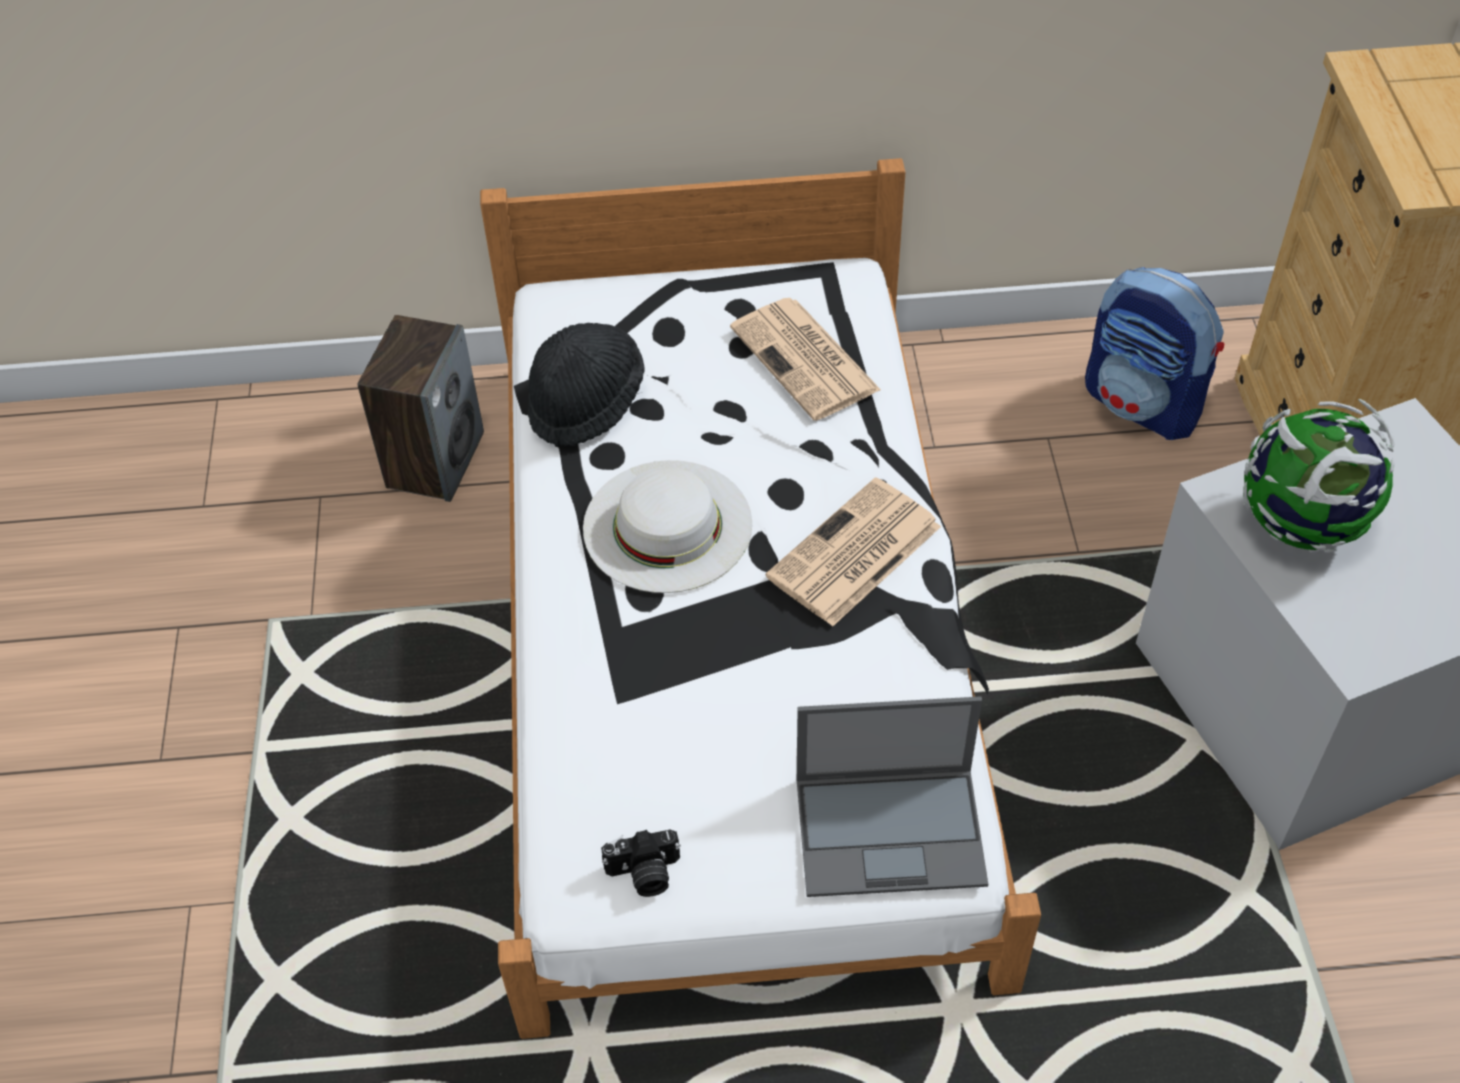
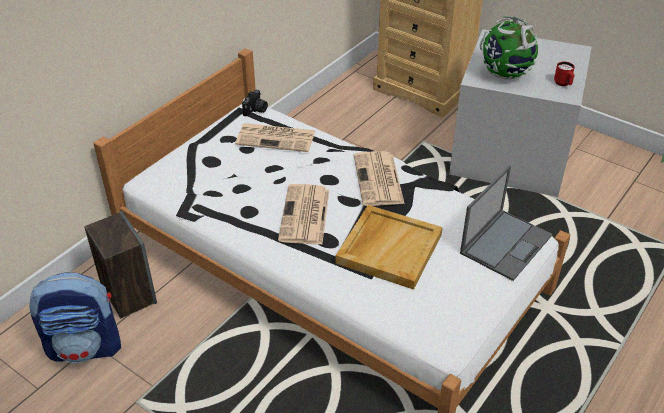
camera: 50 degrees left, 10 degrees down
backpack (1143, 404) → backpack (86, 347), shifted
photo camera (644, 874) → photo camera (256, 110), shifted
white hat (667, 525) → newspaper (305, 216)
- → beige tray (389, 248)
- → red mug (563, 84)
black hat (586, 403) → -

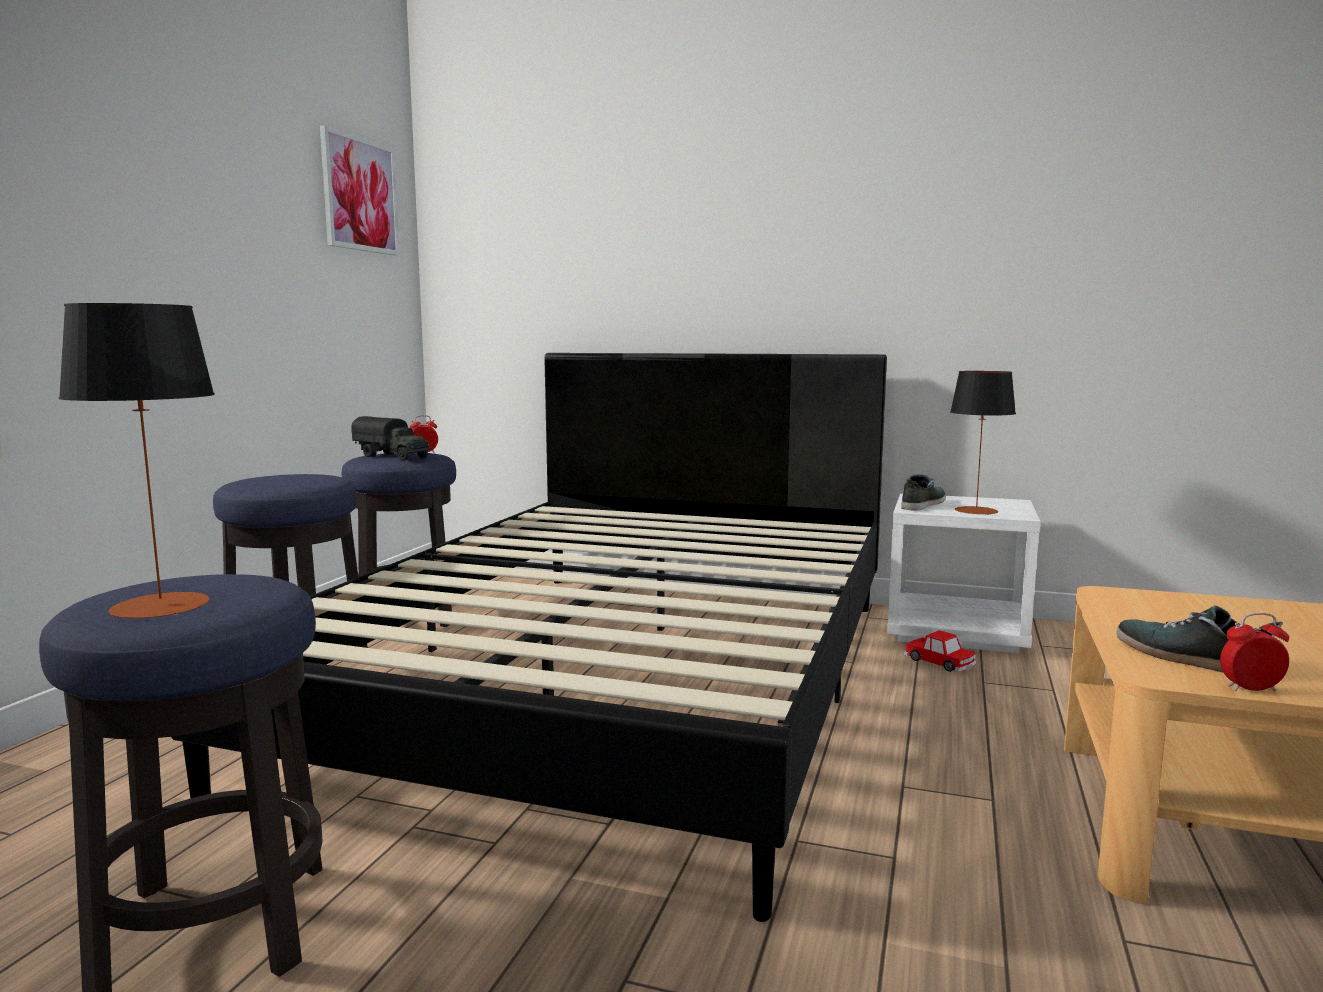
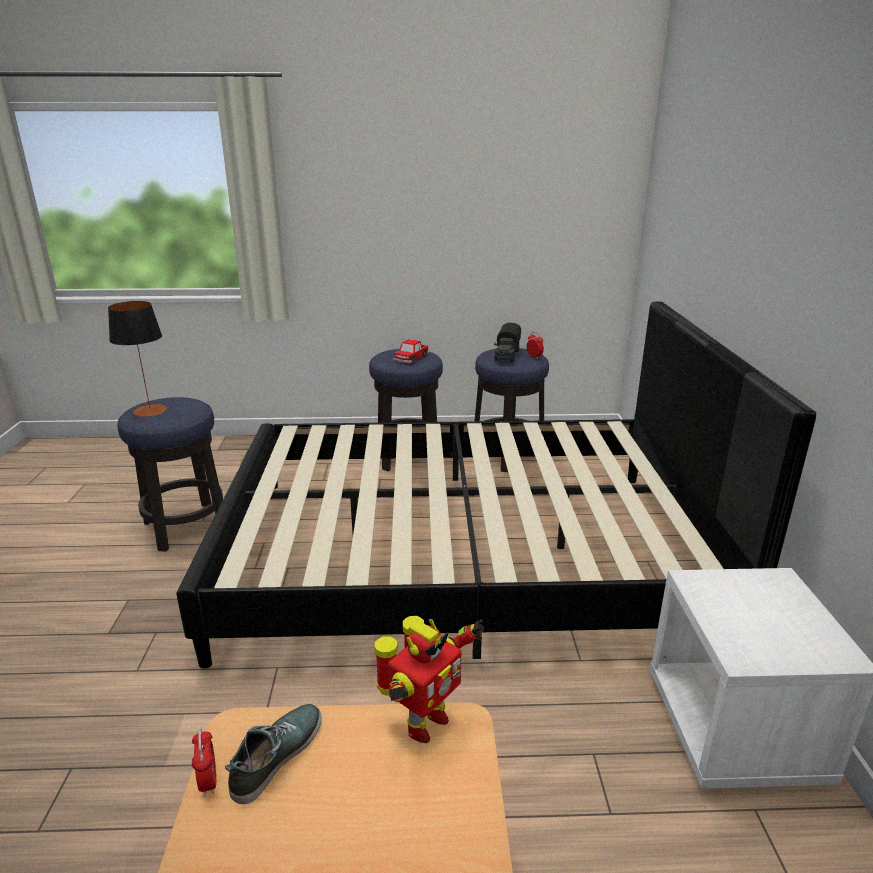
camera: 70 degrees right, 15 degrees up
- → toy robot (423, 724)
toy car (940, 662) → toy car (411, 358), shifted
picture (359, 195) → -
shoe (922, 504) → -
table lamp (976, 511) → -

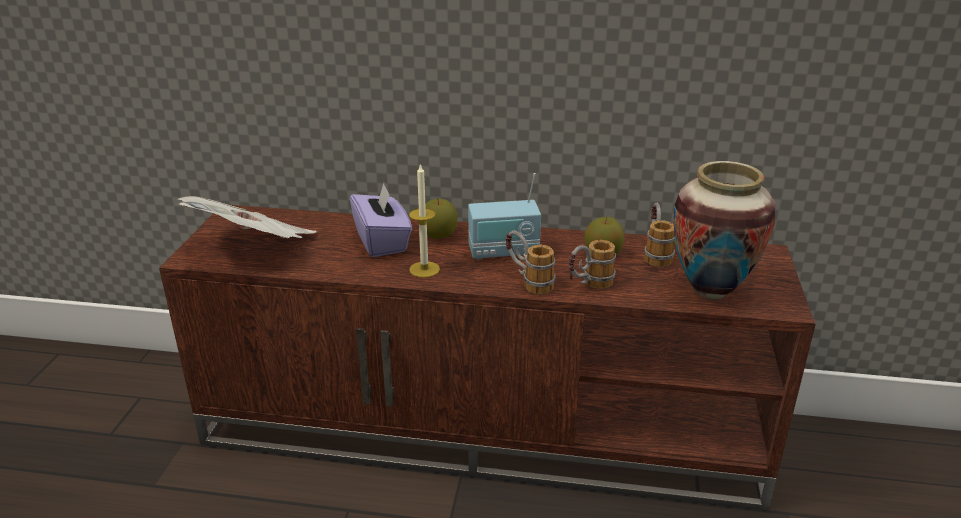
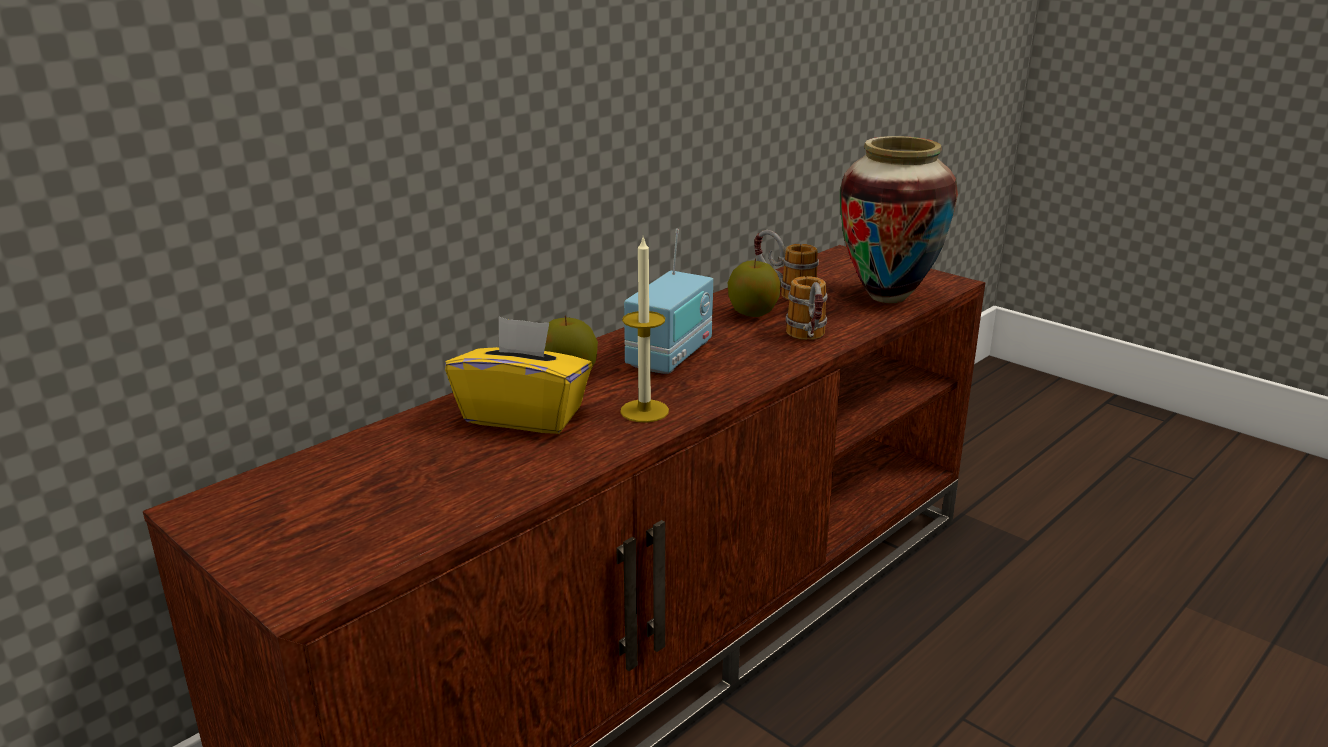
camera: 55 degrees left, 5 degrees down
purple tissue box (382, 241) → yellow tissue box (524, 415)
newspaper (255, 248) → -
mug (528, 281) → -

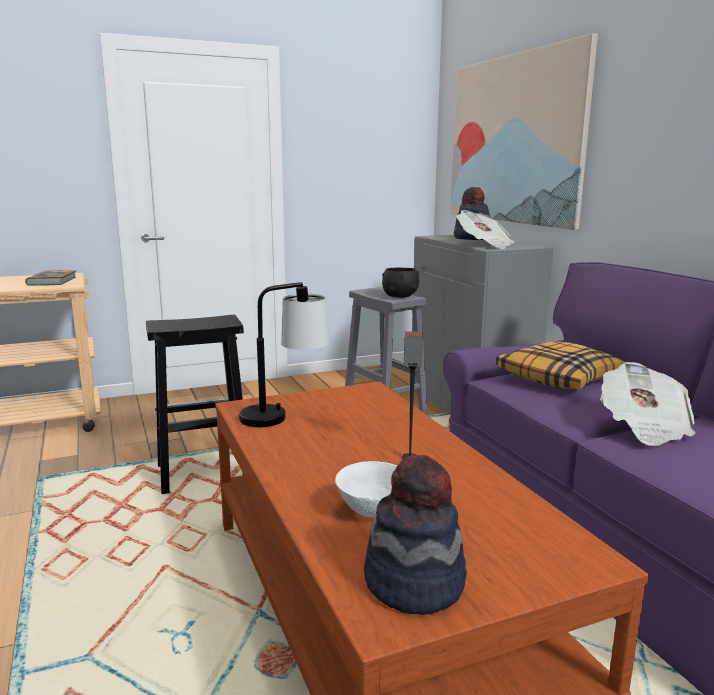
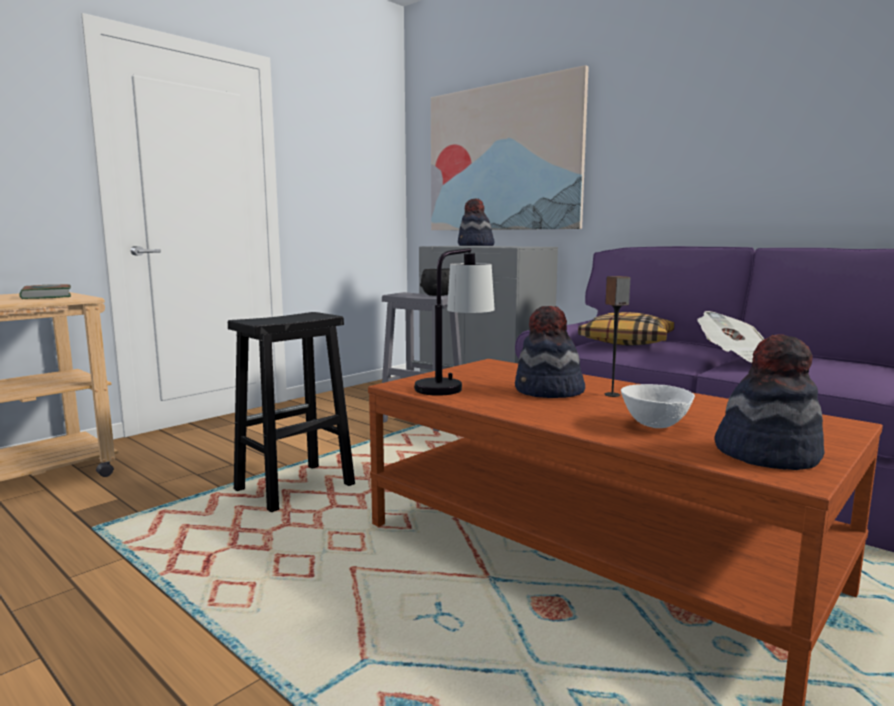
camera: 25 degrees left, 5 degrees down
- → hat (548, 392)
newspaper (484, 245) → -

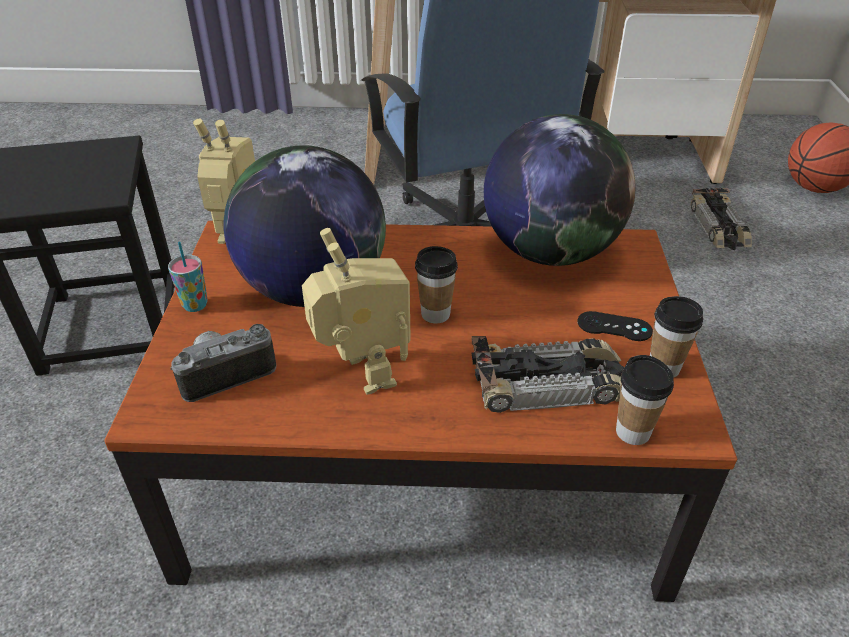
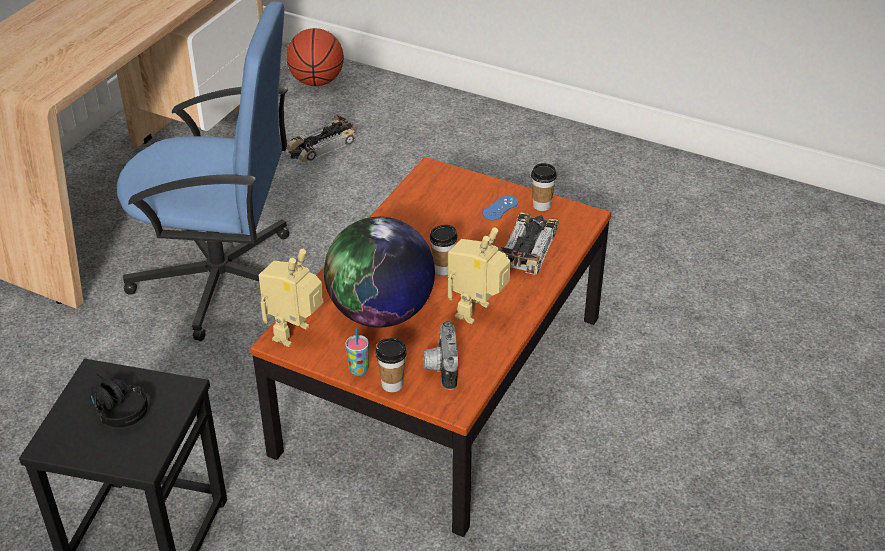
camera: 65 degrees left, 0 degrees up
- → black headphones (114, 407)
toy car (719, 227) → toy car (320, 146), 120 degrees clockwise
cup (633, 432) → cup (392, 384), shifted
toy robot (362, 375) → toy robot (477, 313), 60 degrees counterclockwise
black game controller (614, 326) → blue game controller (500, 208)
globe (549, 251) → -

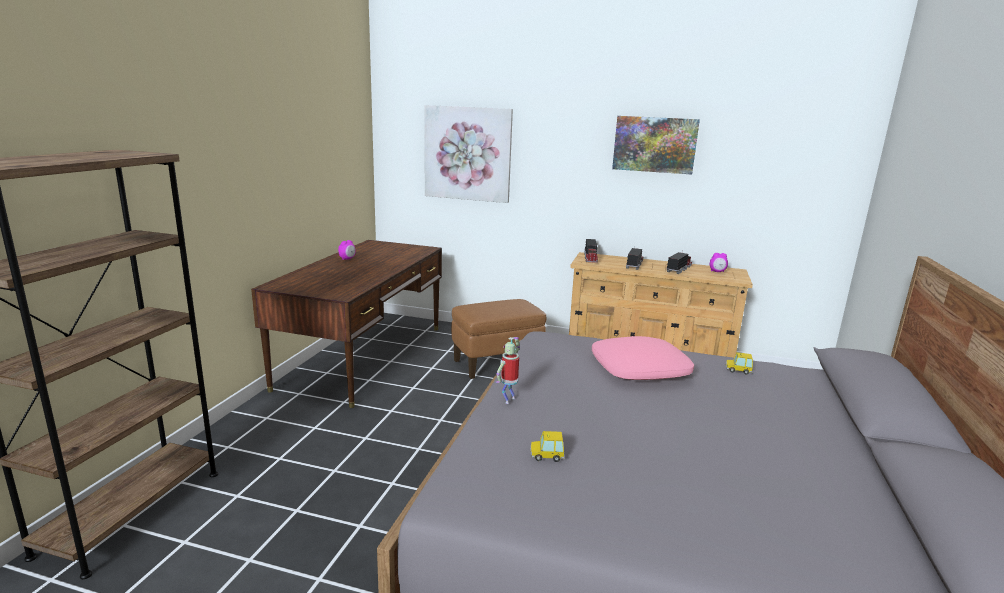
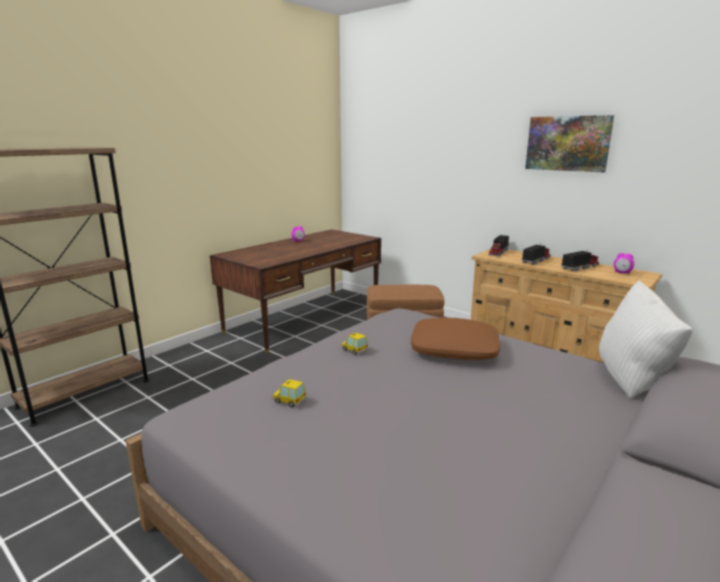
camera: 25 degrees right, 0 degrees up
toy car (738, 370) → toy car (354, 350), shifted
pink pillow (639, 370) → brown pillow (454, 349)
- → white pillow (632, 382)
picture (467, 154) → -
toy robot (508, 399) → -

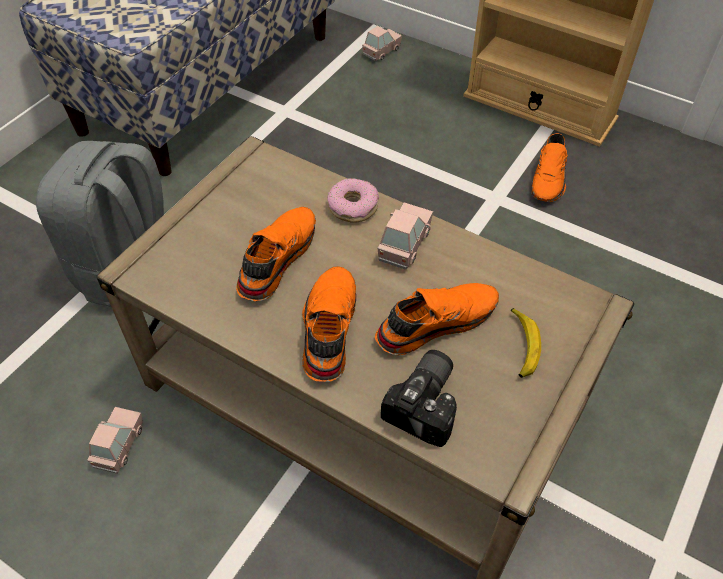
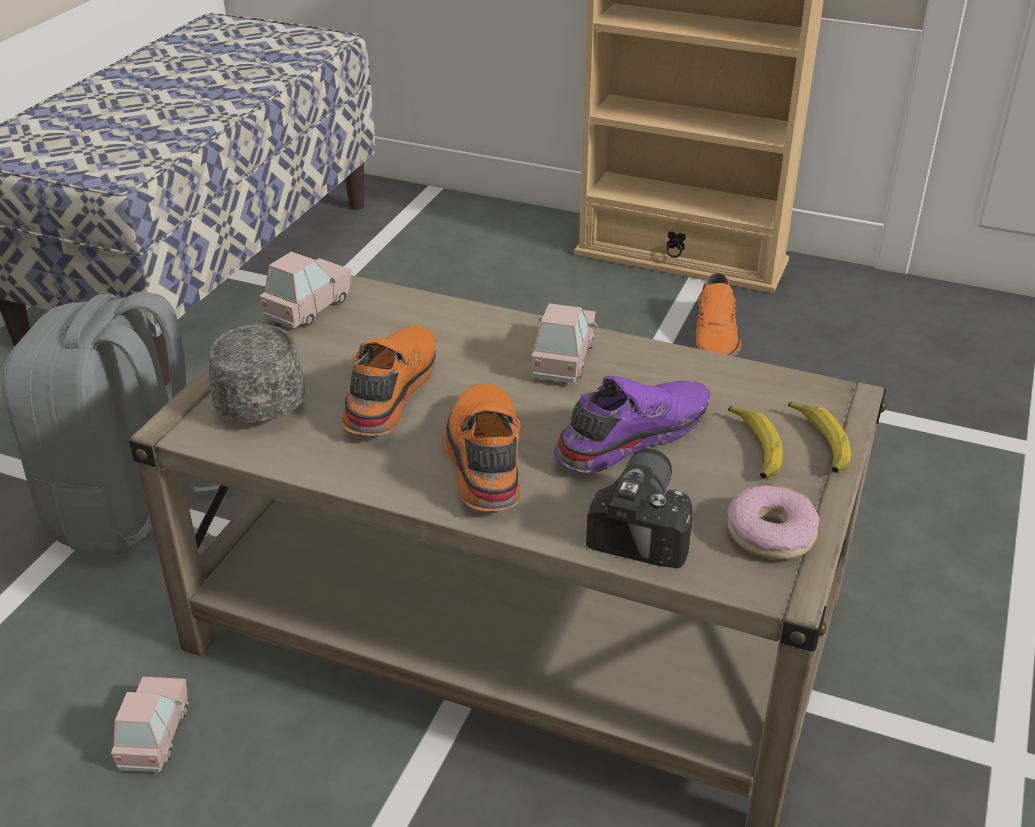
camera: 10 degrees left, 15 degrees down
- → grey cap (259, 391)
pink toy car (382, 51) → pink toy car (309, 308), shifted
orange shoe (435, 322) → purple shoe (630, 436)
donut (353, 206) → donut (771, 533), shifted
- → banana (819, 443)

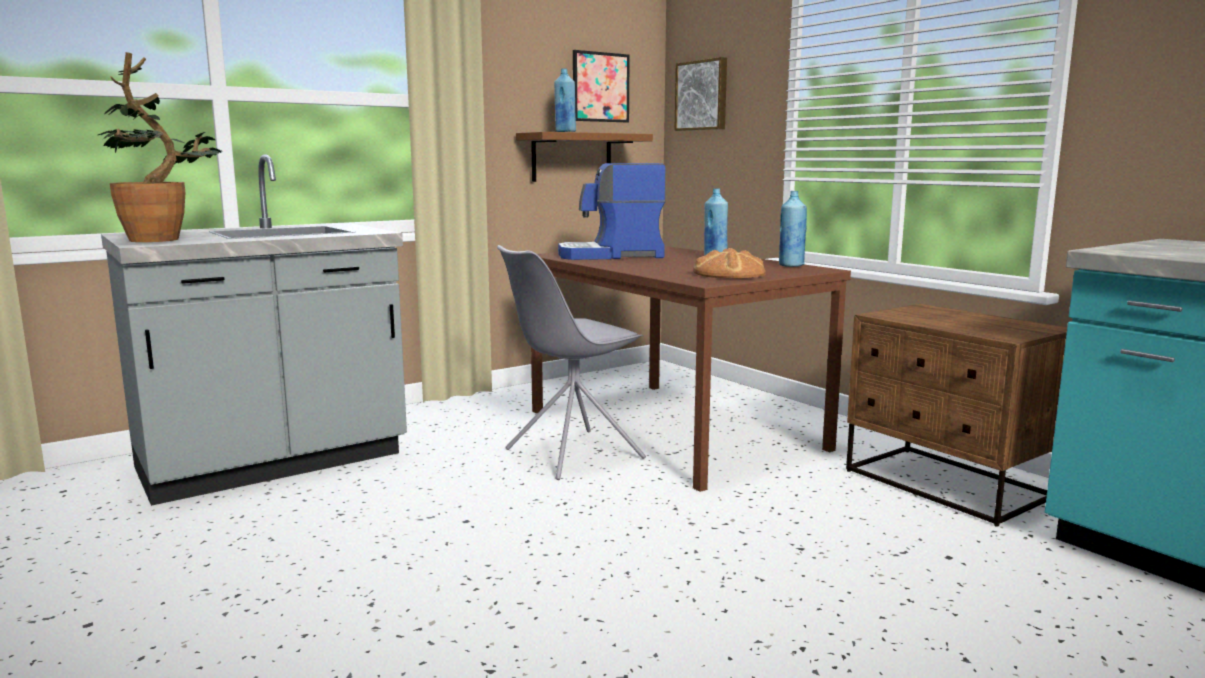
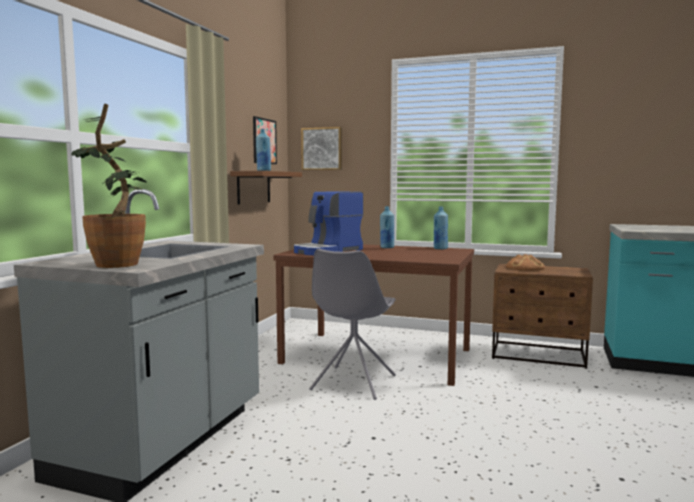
camera: 35 degrees left, 5 degrees down
bread (729, 274) → bread (524, 268), shifted

